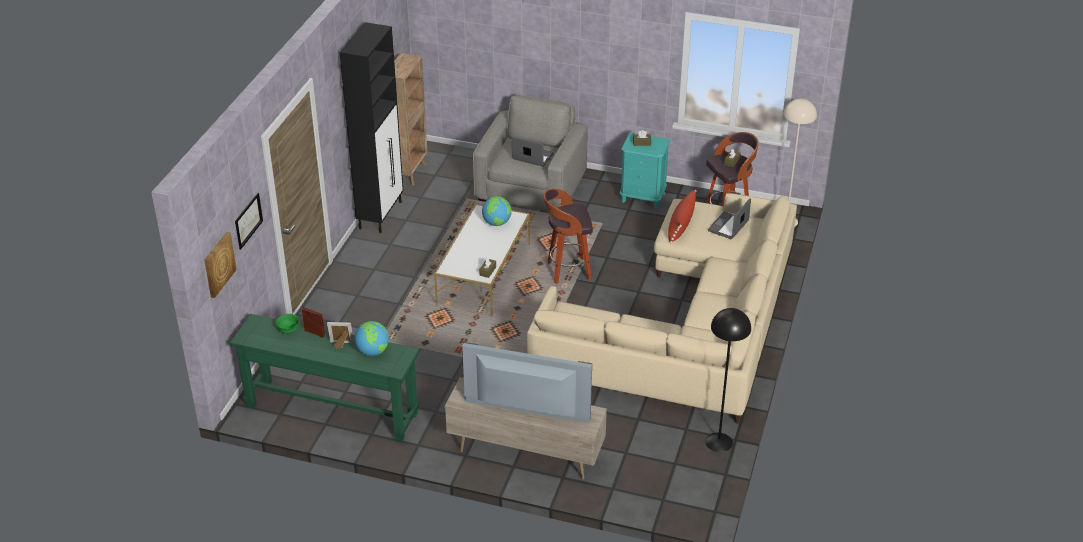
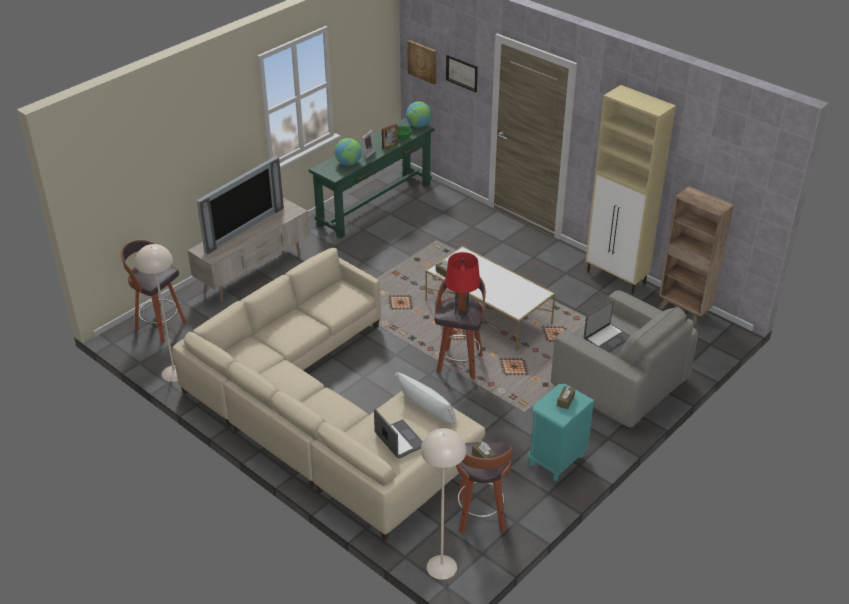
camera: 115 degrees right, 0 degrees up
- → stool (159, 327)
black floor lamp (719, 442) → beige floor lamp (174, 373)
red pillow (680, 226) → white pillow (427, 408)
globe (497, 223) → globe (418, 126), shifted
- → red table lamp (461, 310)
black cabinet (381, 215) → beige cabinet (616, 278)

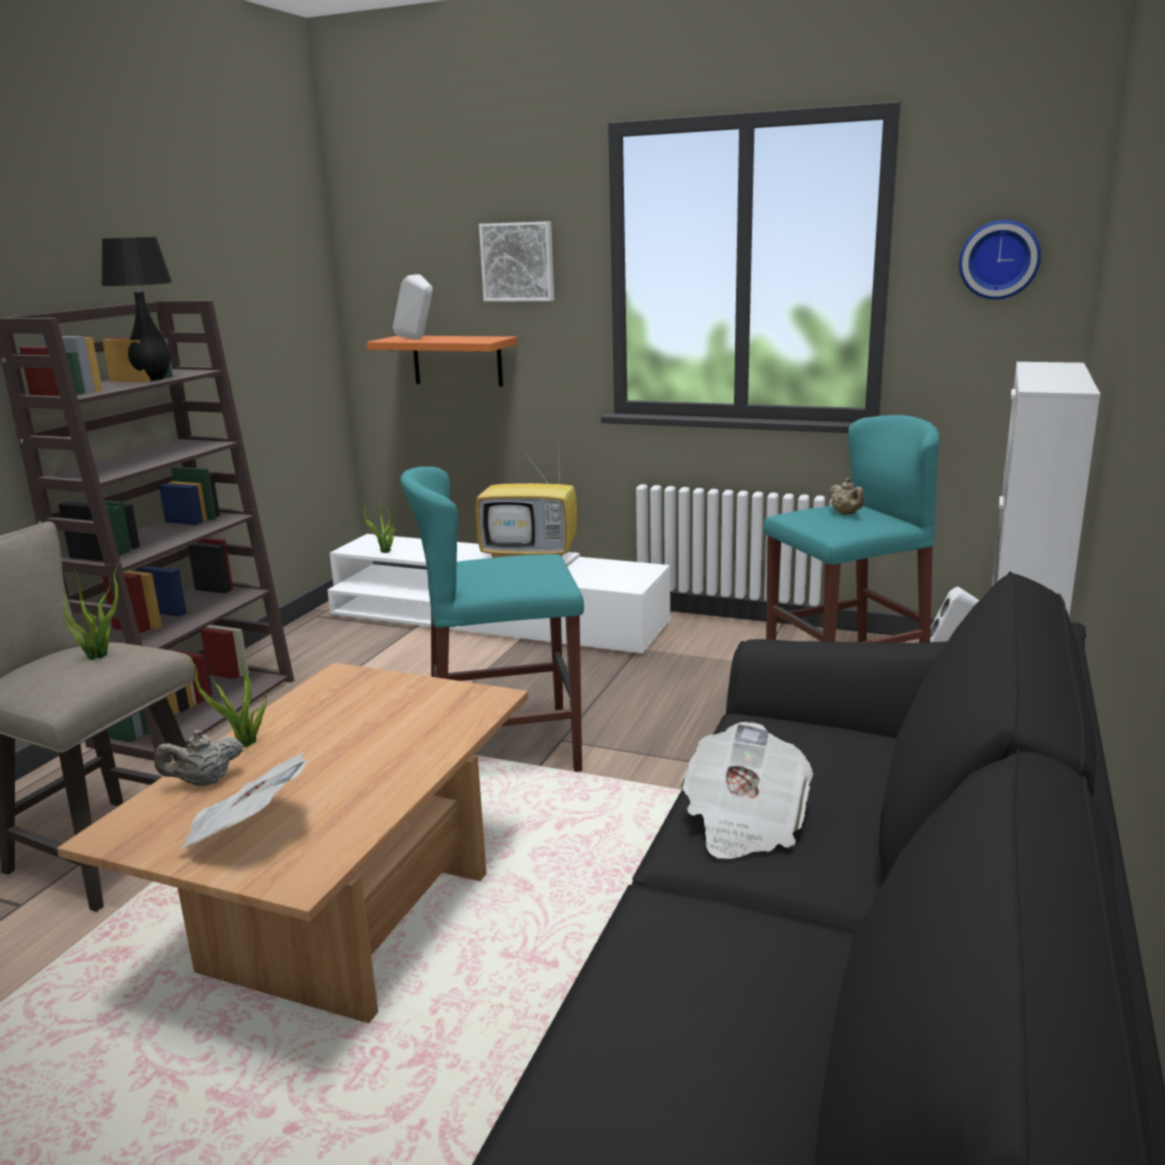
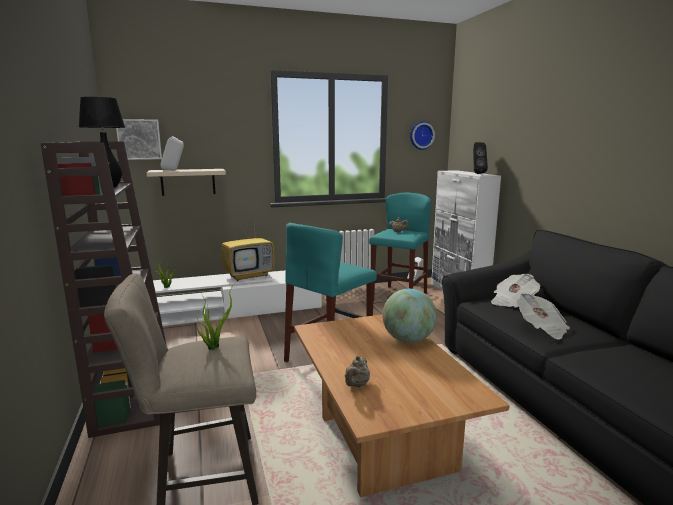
camera: 40 degrees left, 5 degrees down
picture (518, 262) → picture (139, 139), shifted
orange shelf (457, 360) → beige shelf (188, 182)
- → globe (408, 340)
- → black speaker (477, 173)
newspaper (247, 831) → newspaper (512, 302), shifted
potted plant (245, 744) → -

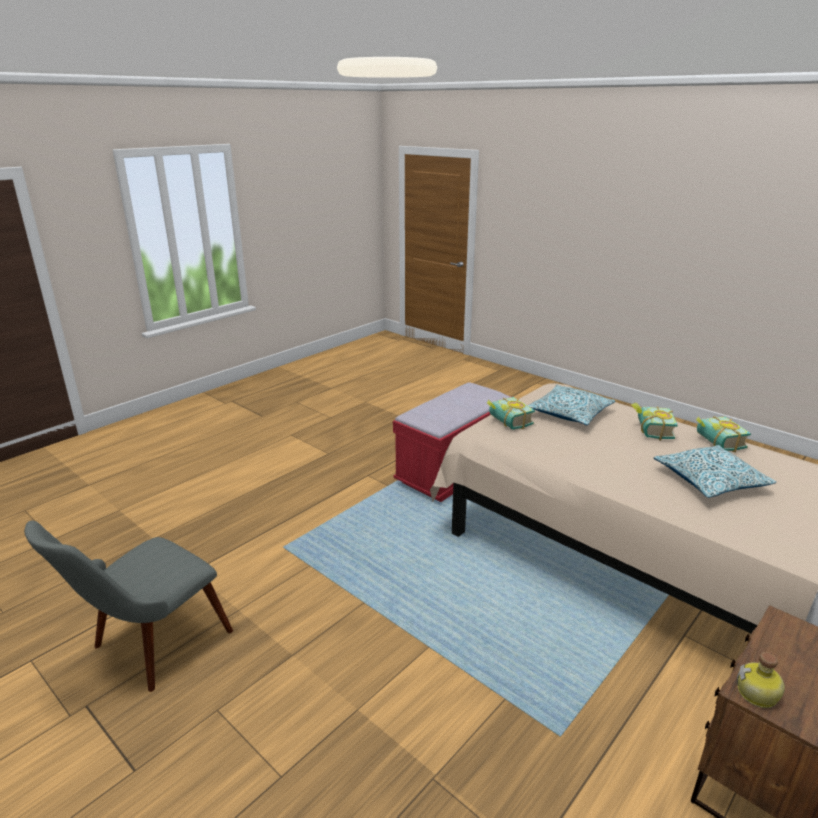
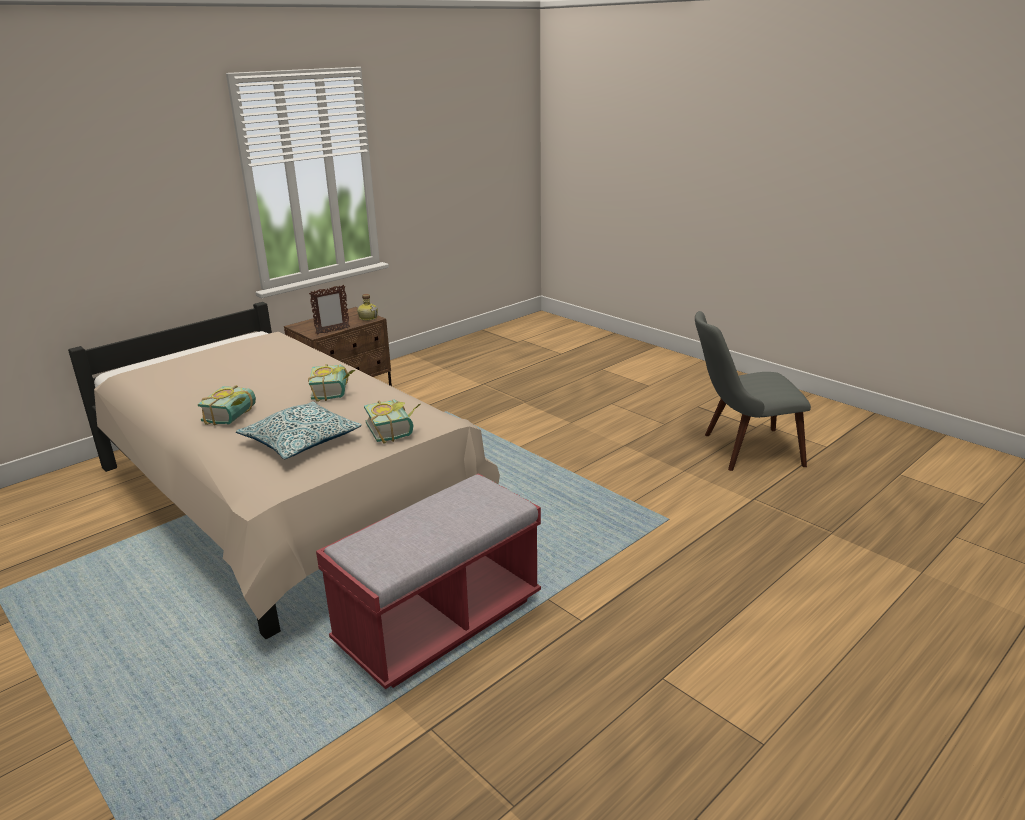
camera: 175 degrees left, 0 degrees up
book (716, 443) → book (335, 392), shifted
- → picture frame (332, 331)
grey chair (149, 648) → grey chair (740, 450), 135 degrees counterclockwise
pillow (710, 481) → -

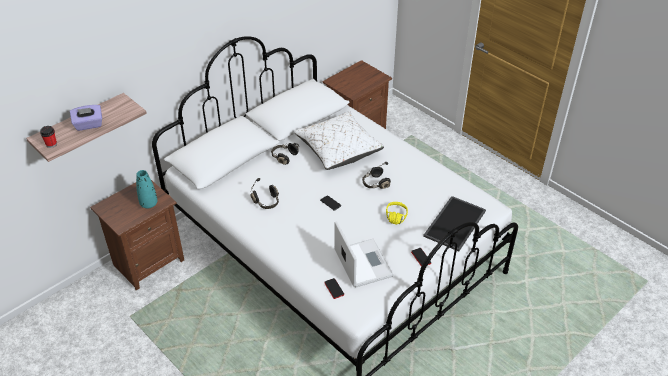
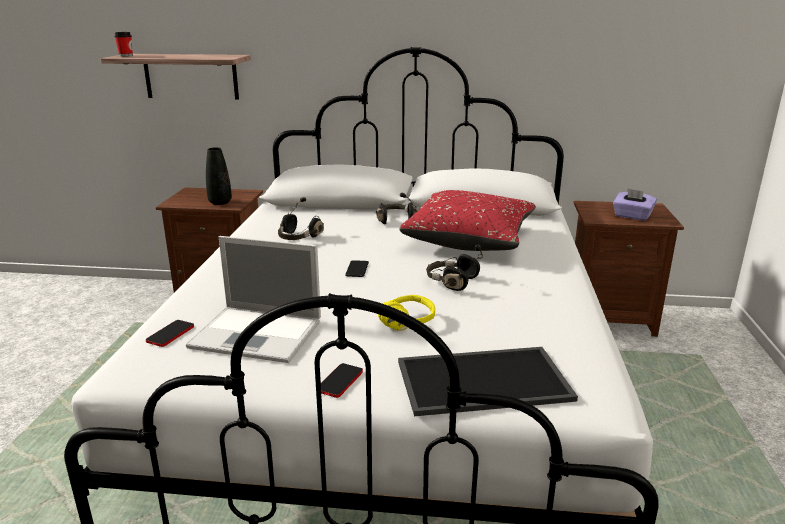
camera: 50 degrees right, 20 degrees down
laptop (362, 262) → laptop (259, 334), 75 degrees clockwise
turquoise vase (149, 204) → black vase (220, 202)
white pillow (338, 150) → red pillow (469, 239)
purple tissue box (89, 125) → purple tissue box (632, 216), shifted

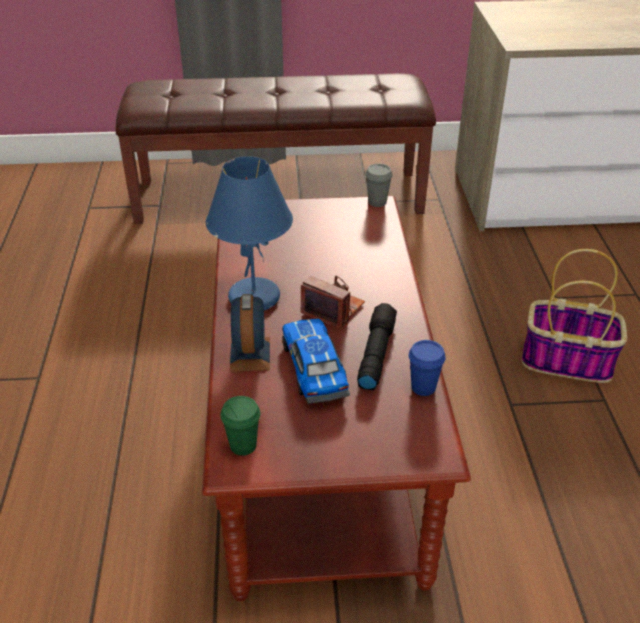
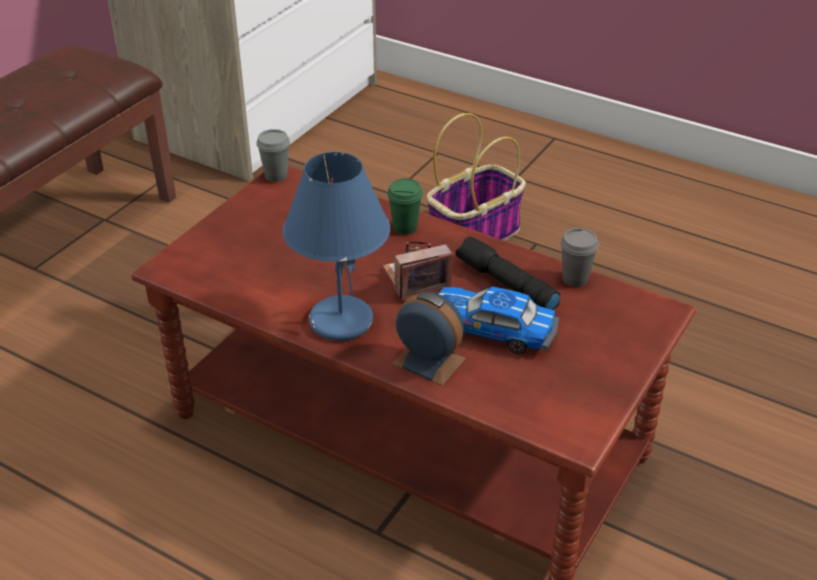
camera: 55 degrees left, 0 degrees up
green cup (243, 445) → green cup (405, 227), shifted
blue cup (423, 387) → grey cup (575, 279)

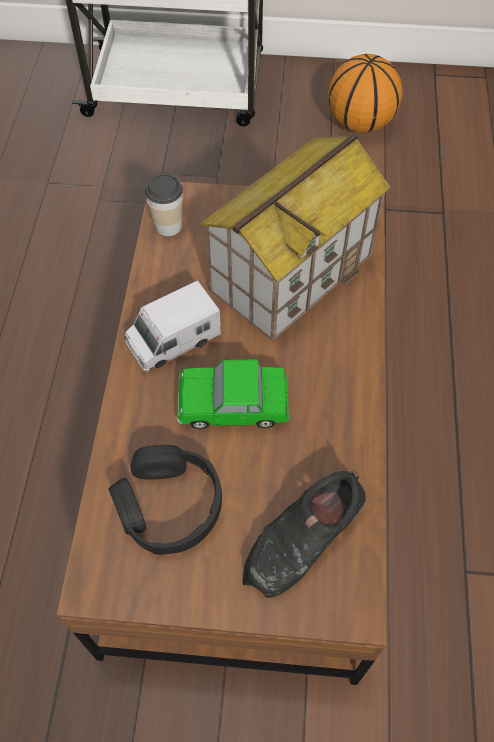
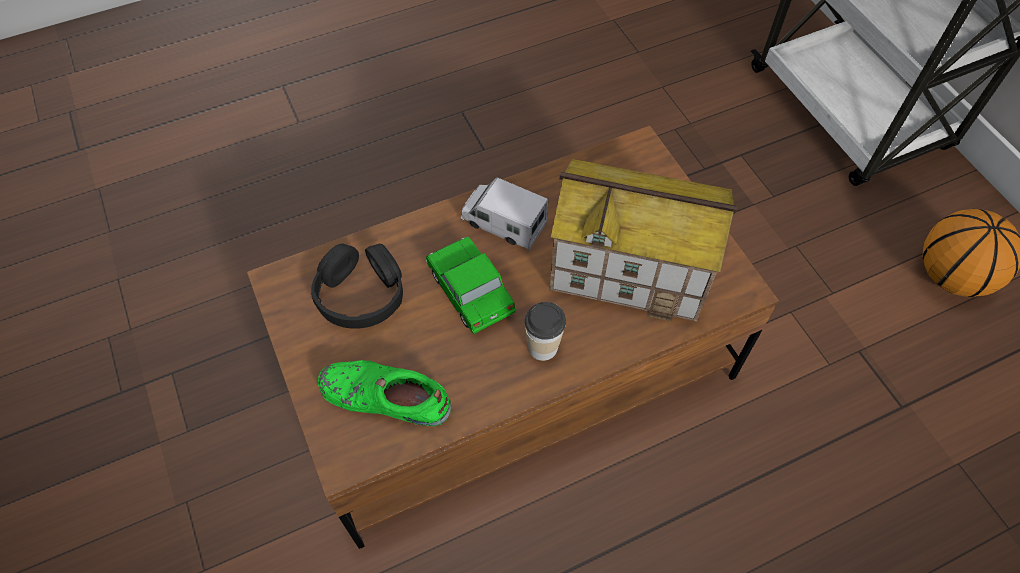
camera: 60 degrees right, 0 degrees up
black shoe (303, 538) → green shoe (383, 397)
cup (168, 225) → cup (543, 347), shifted

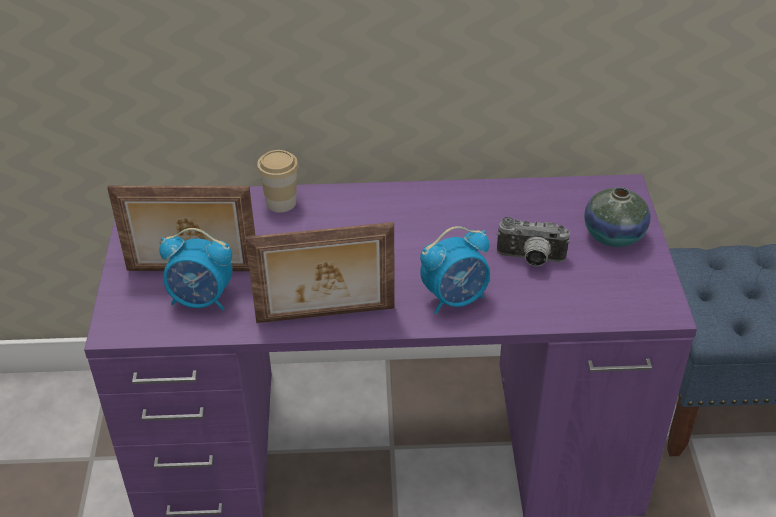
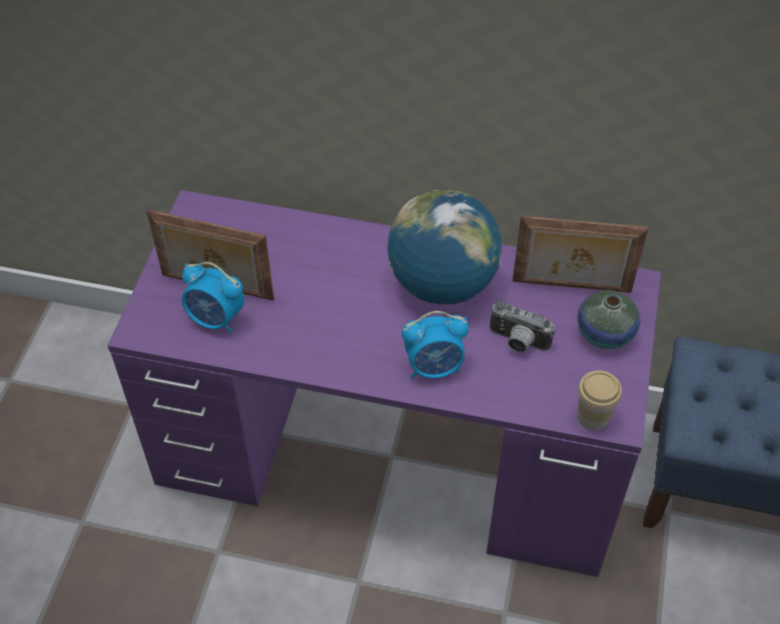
camera: 15 degrees right, 10 degrees up
- → globe (442, 284)
picture frame (326, 316) → picture frame (571, 287), shifted
cup (281, 202) → cup (593, 416), shifted

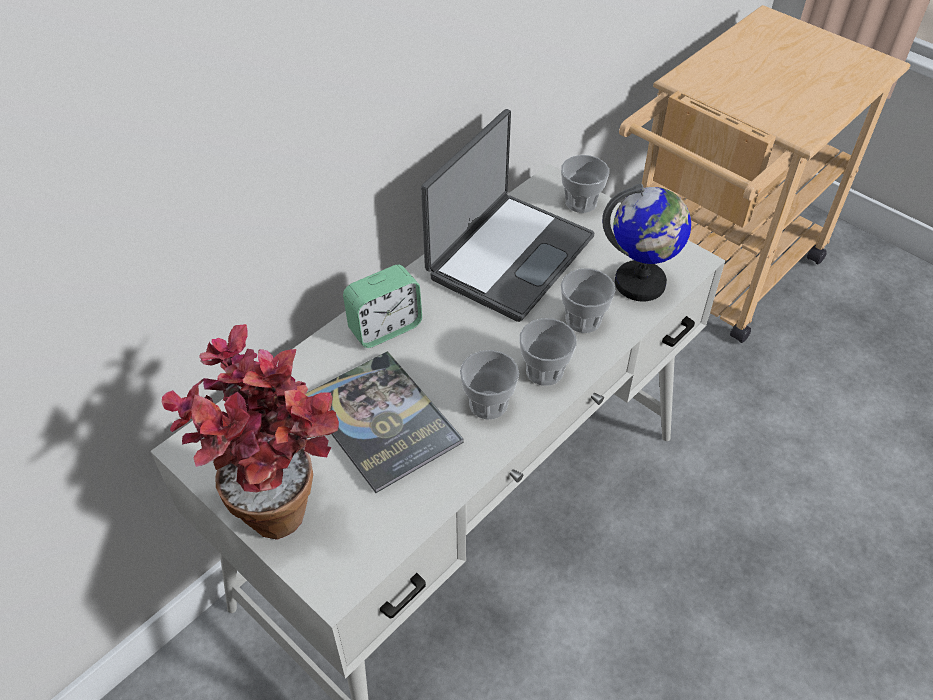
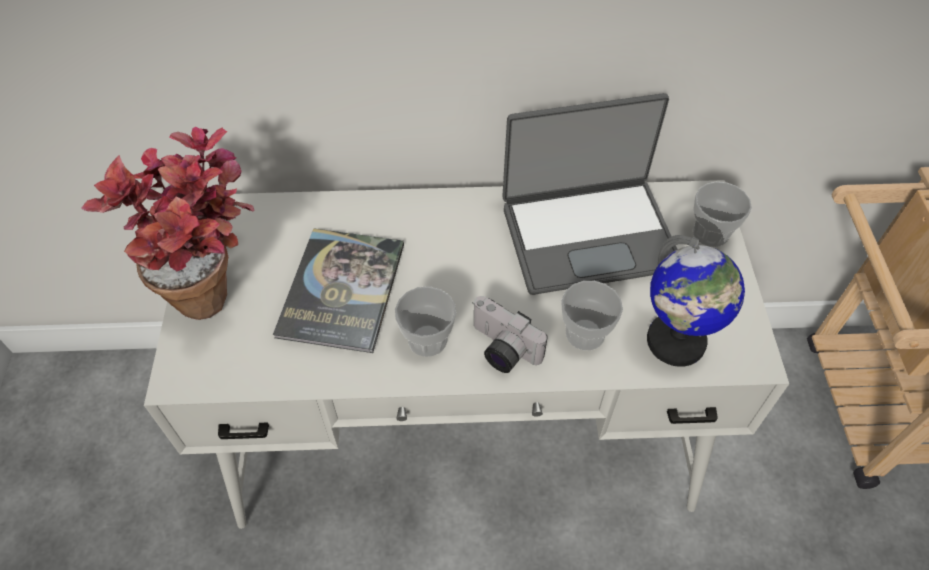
camera: 45 degrees right, 5 degrees up
cup (544, 371) → photo camera (501, 349)
alarm clock (385, 328) → -

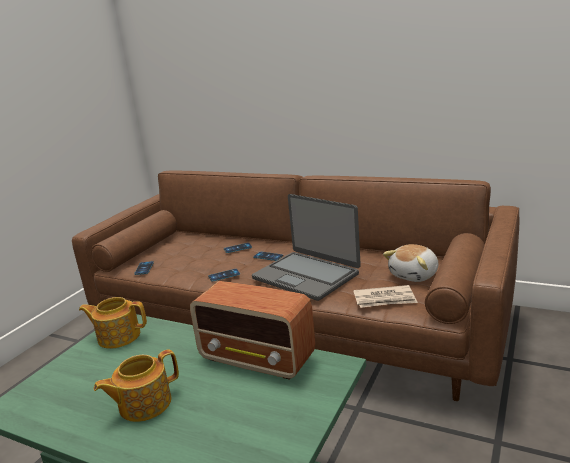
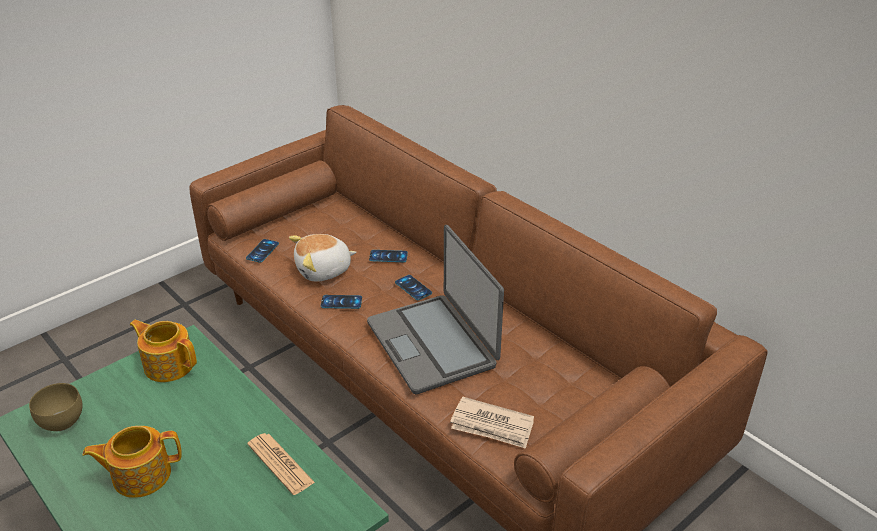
camera: 20 degrees right, 15 degrees up
- → brown bowl (64, 421)
radio (258, 359) → newspaper (280, 464)
plush toy (415, 275) → plush toy (324, 270), shifted

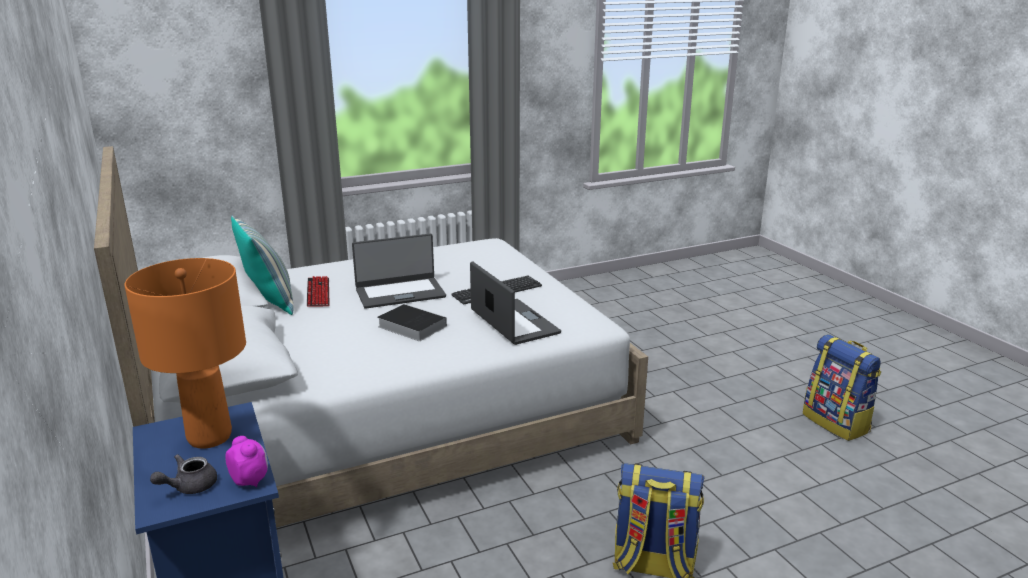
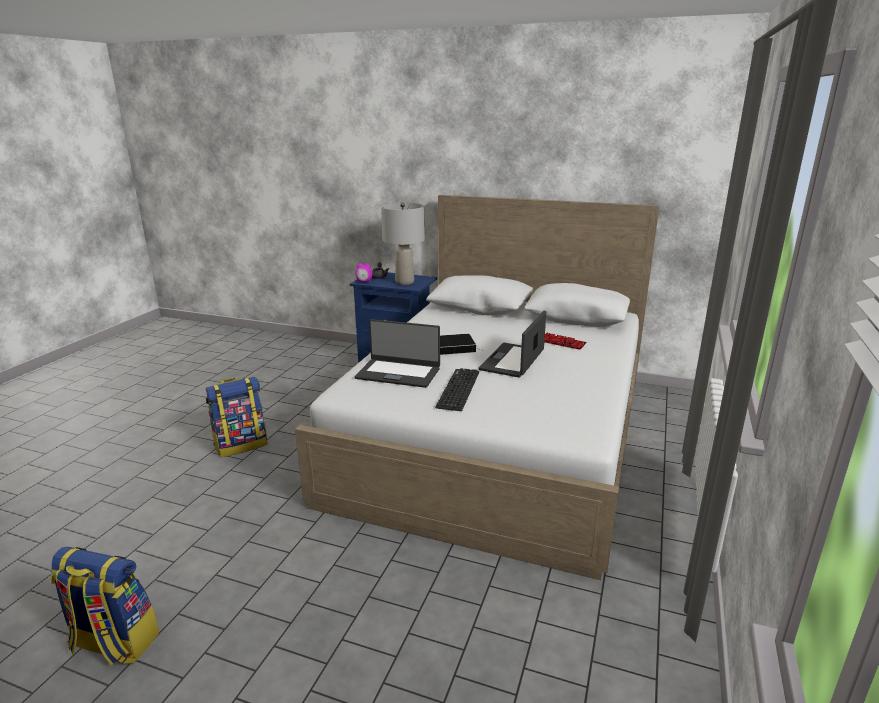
camera: 135 degrees right, 0 degrees up
orange table lamp (210, 436) → grey table lamp (404, 282)
pillow (269, 301) → -

